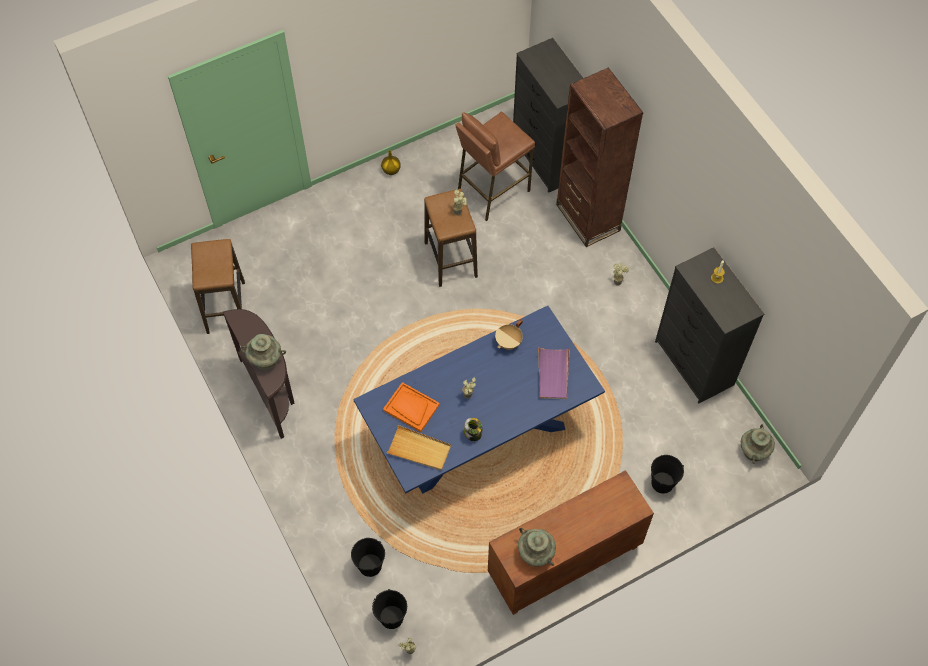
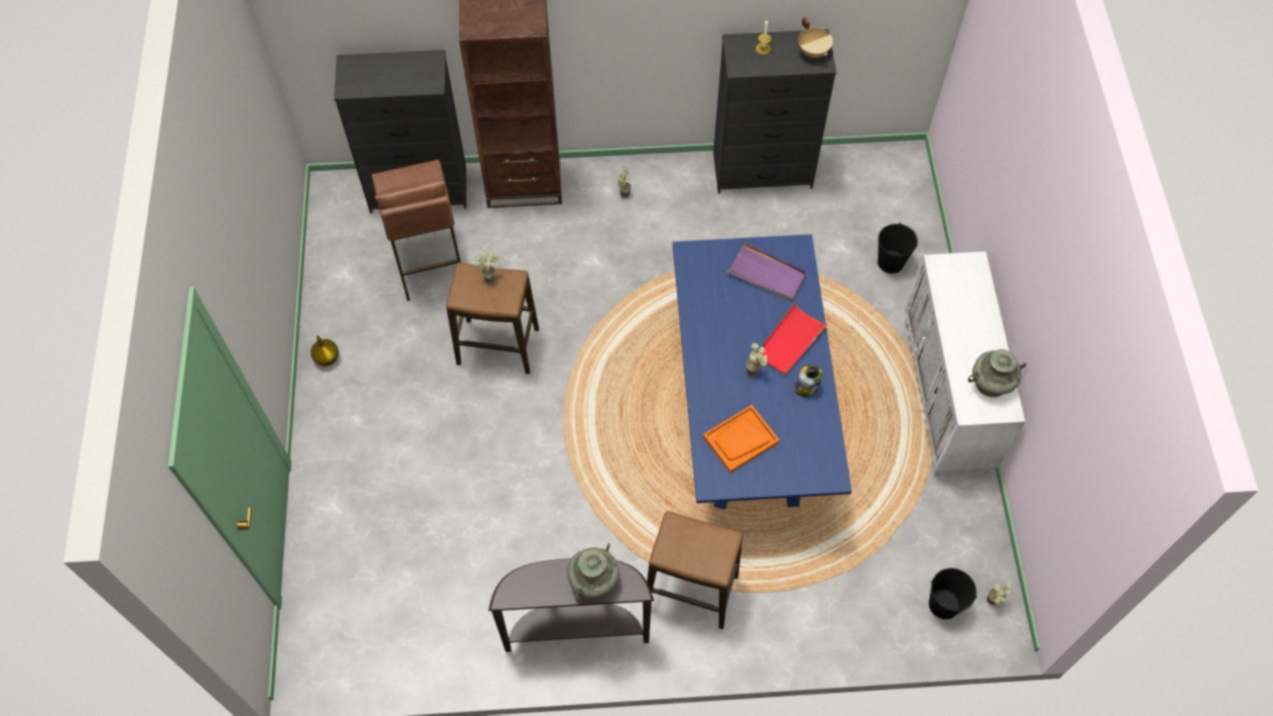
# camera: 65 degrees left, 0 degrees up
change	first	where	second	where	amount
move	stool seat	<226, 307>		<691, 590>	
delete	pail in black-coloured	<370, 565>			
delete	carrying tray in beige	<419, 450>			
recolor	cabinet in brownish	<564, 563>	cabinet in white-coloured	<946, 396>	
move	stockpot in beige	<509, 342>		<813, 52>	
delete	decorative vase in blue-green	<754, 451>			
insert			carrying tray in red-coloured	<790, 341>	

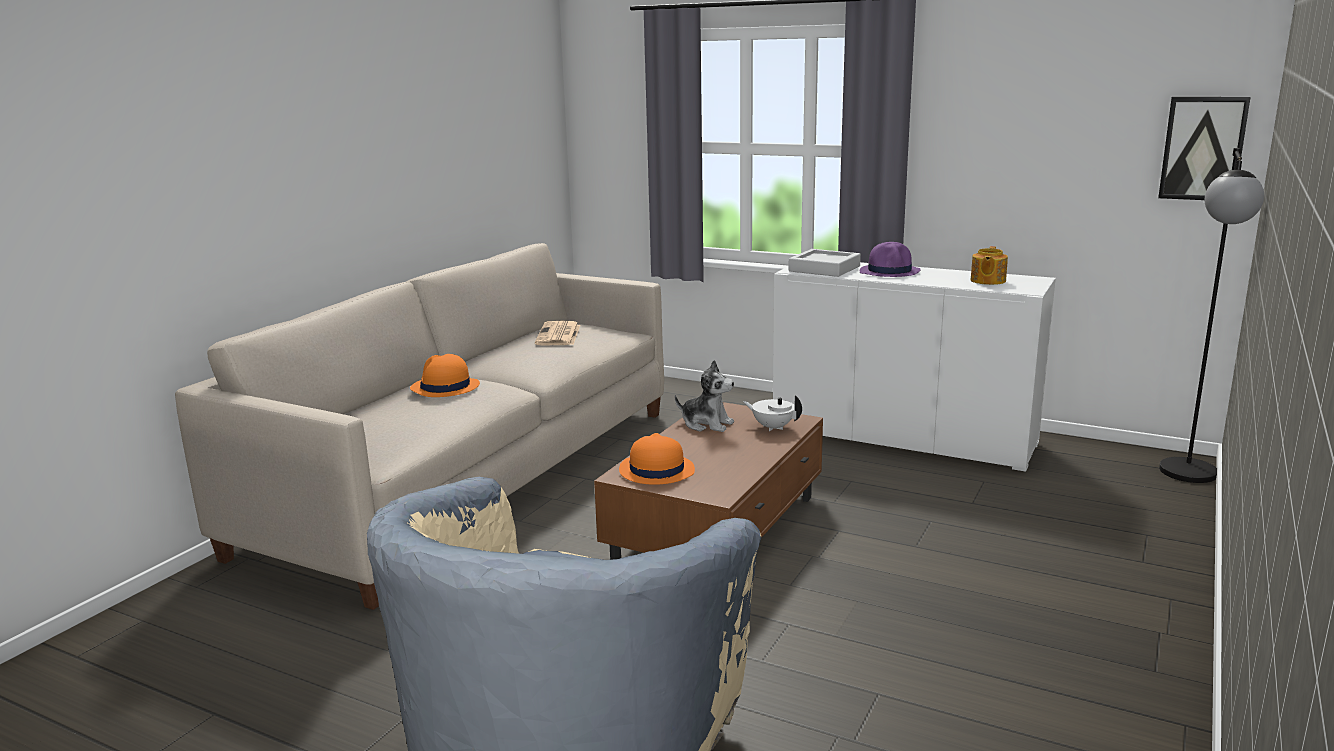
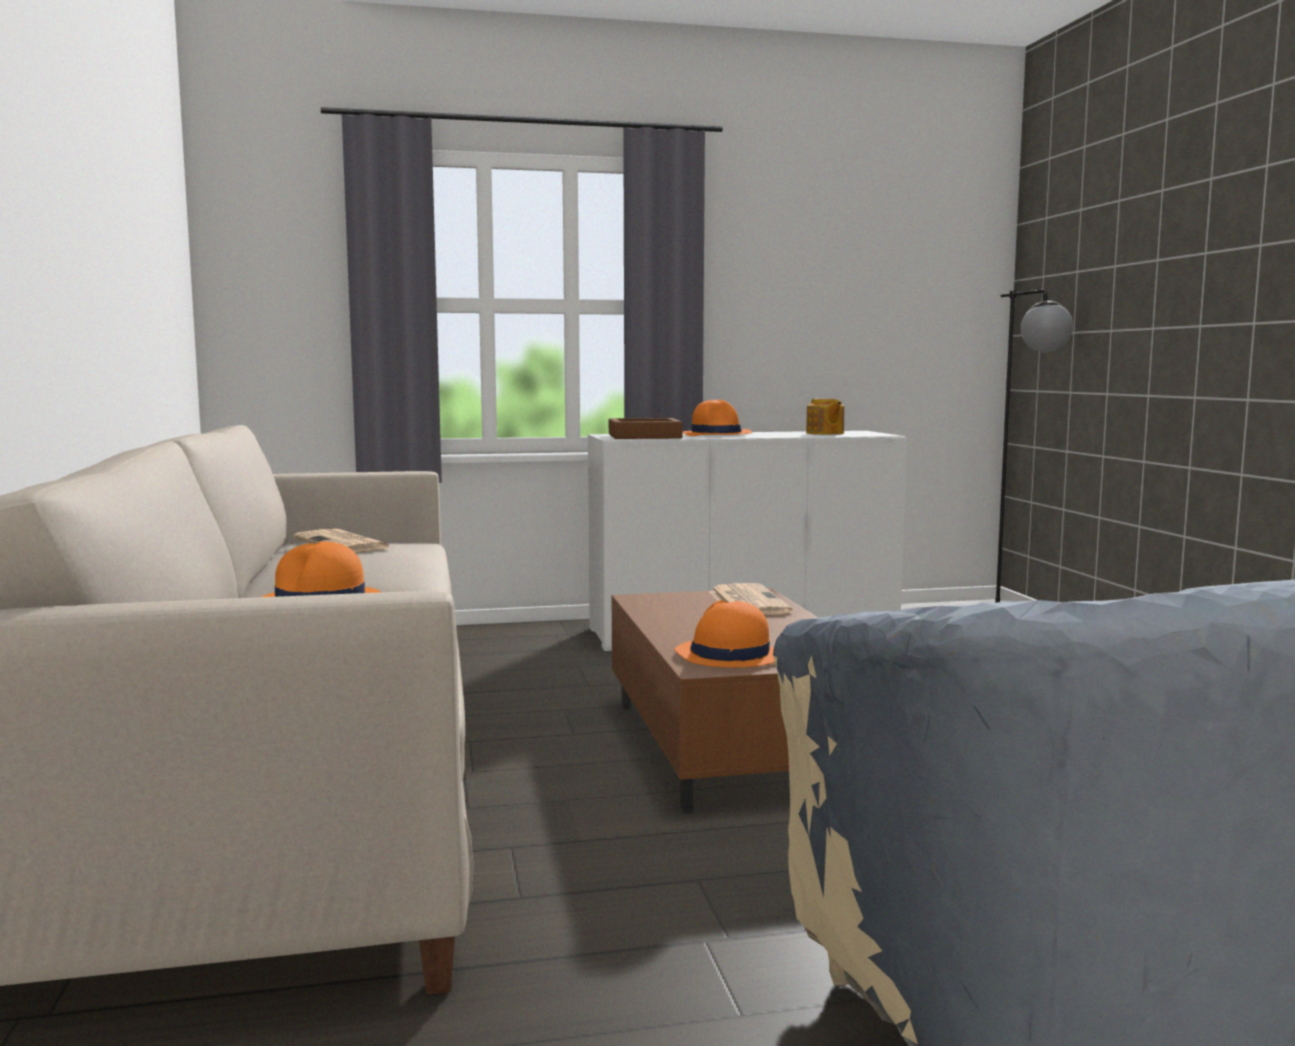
# camera: 40 degrees left, 10 degrees down
change	first	where	second	where	amount
delete	soft toy	<707, 424>			
replace	tea pot in white-coloured	<772, 427>	newspaper	<747, 602>	
recolor	carrying tray in grey	<824, 269>	carrying tray in brownish	<644, 436>	
recolor	wearable hat in purple	<890, 272>	wearable hat in orangey	<717, 434>	
delete	picture	<1203, 148>			

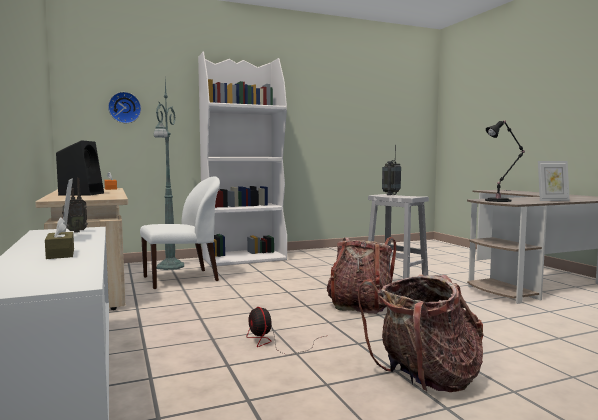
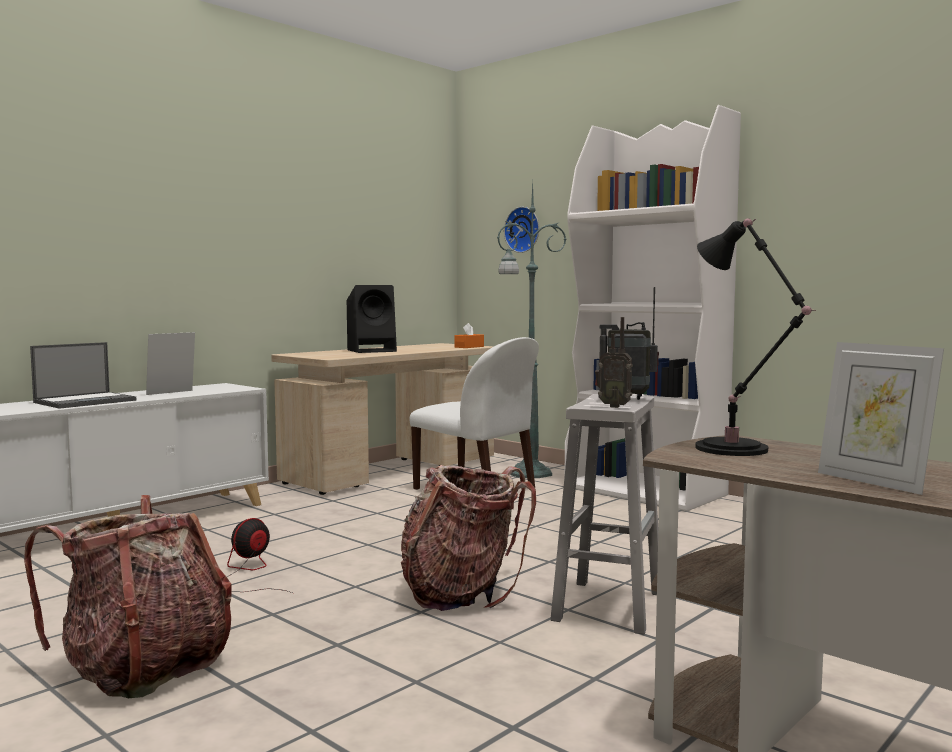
# camera: 65 degrees right, 0 degrees up
change	first	where	second	where	amount
replace	tissue box in brownish	<60, 254>	notebook computer	<86, 401>	
move	radio set	<74, 232>		<614, 406>	

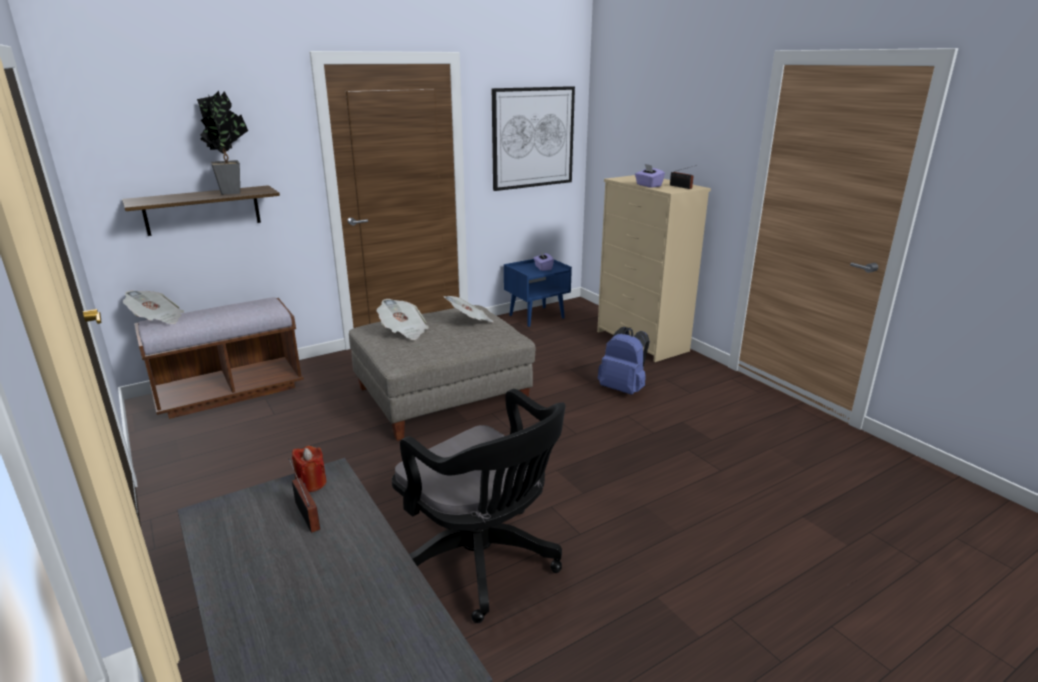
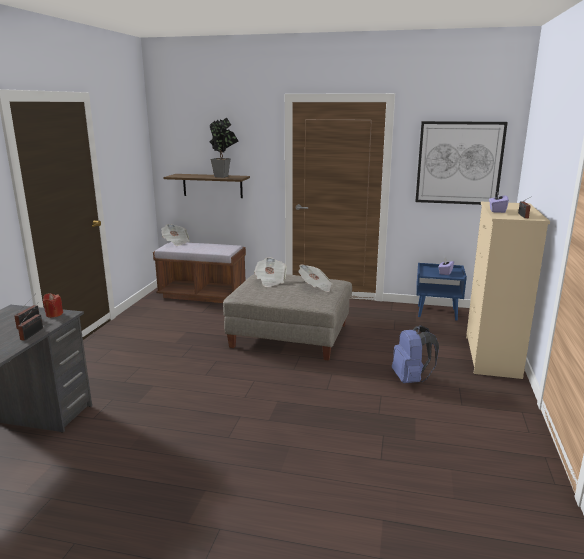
# camera: 45 degrees right, 5 degrees down
change	first	where	second	where	amount
delete	desk chair in black-coloured	<483, 562>			
insert			radio set	<33, 333>	

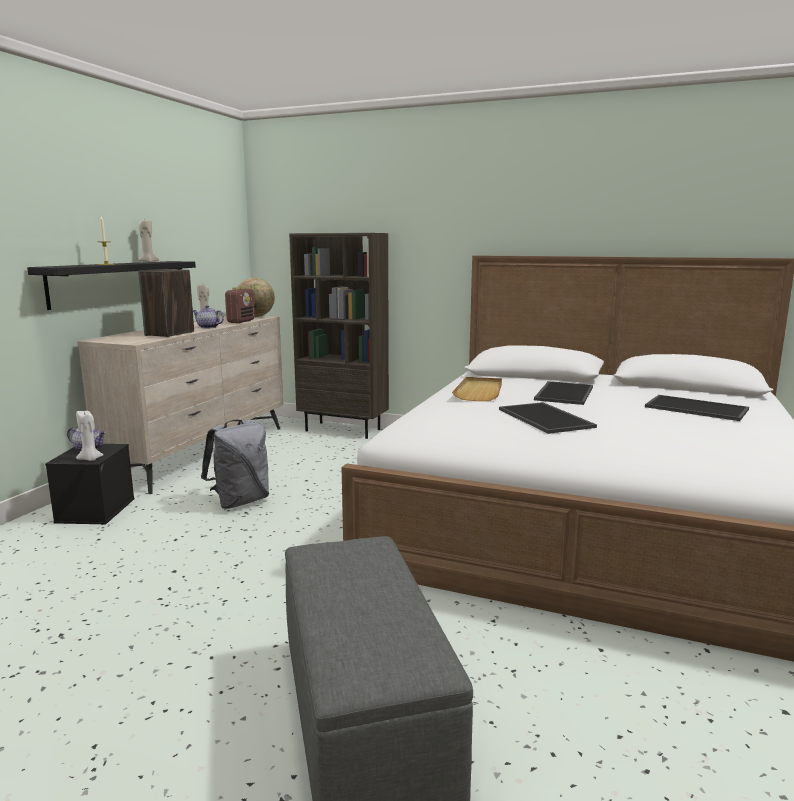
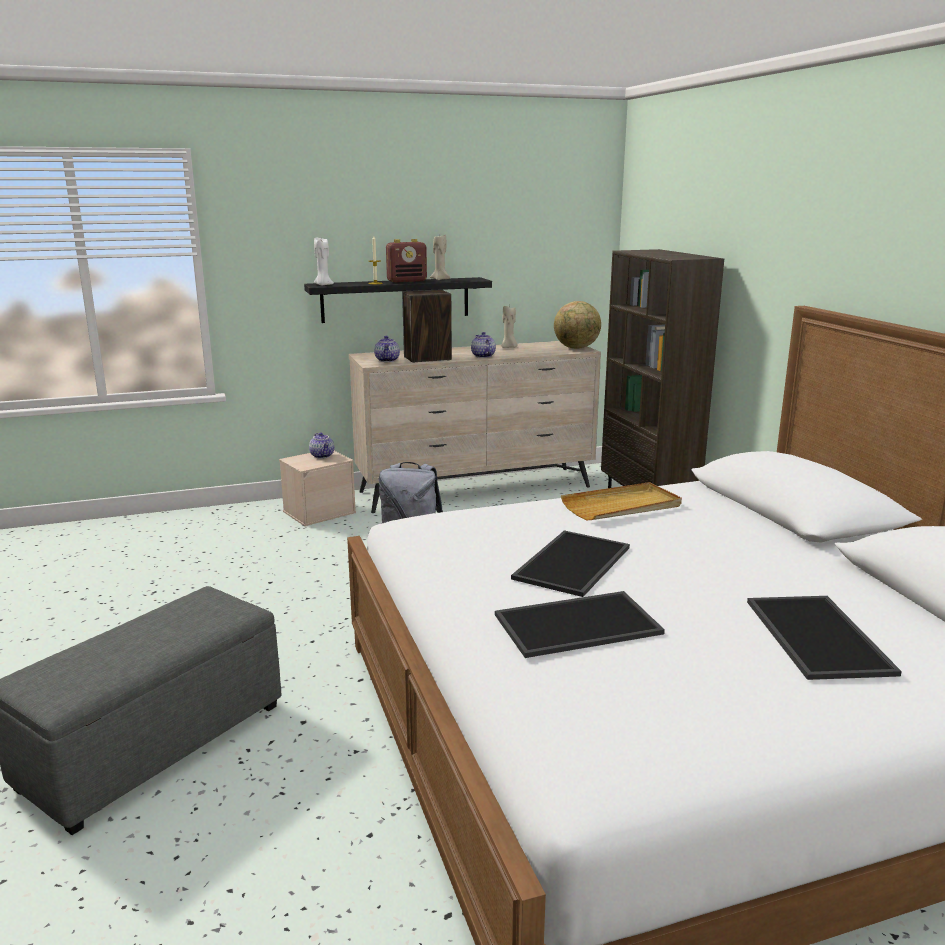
# camera: 50 degrees right, 5 degrees up
change	first	where	second	where	amount
recolor	storage bin in black-coloured	<95, 510>	storage bin in beige	<319, 512>	
move	wax candle in white-coloured	<90, 459>		<323, 285>	
move	radio set	<241, 321>		<407, 281>	
move	carrying tray	<563, 393>		<578, 623>	
insert			tea pot	<388, 360>	

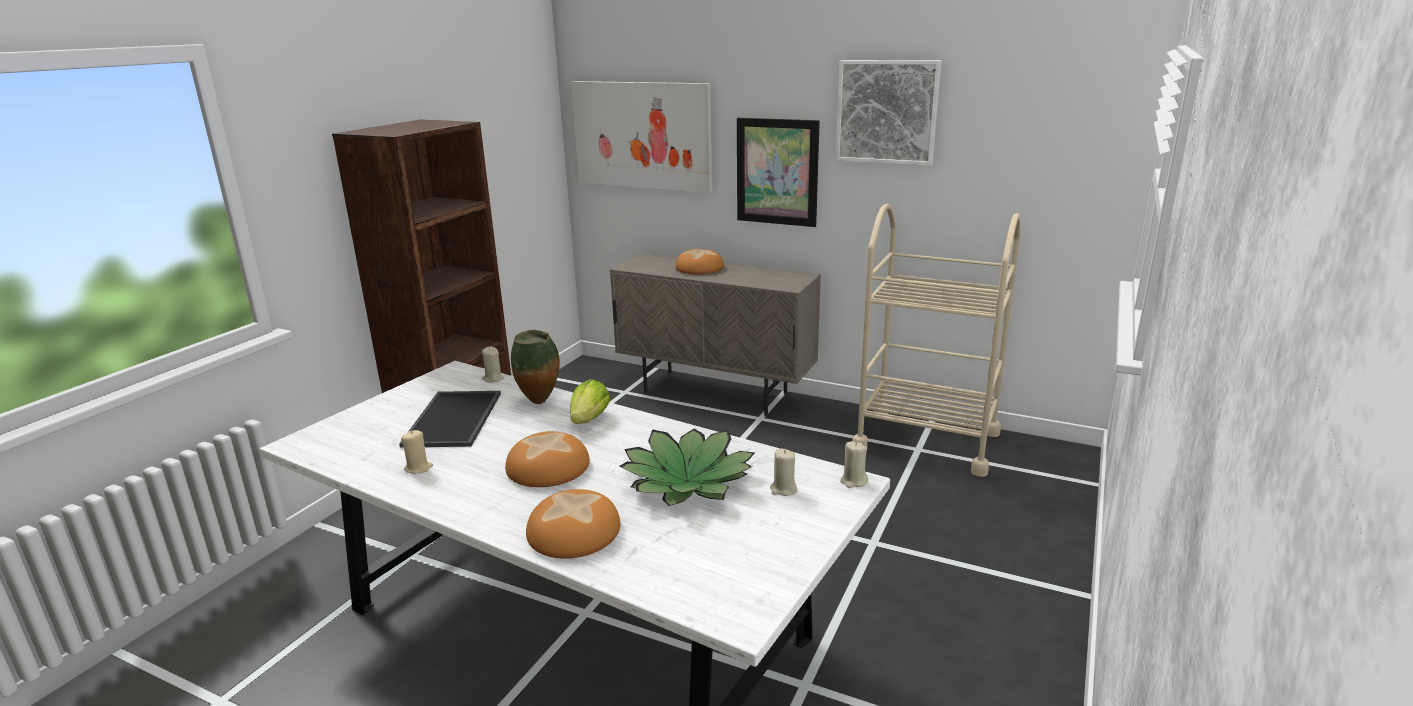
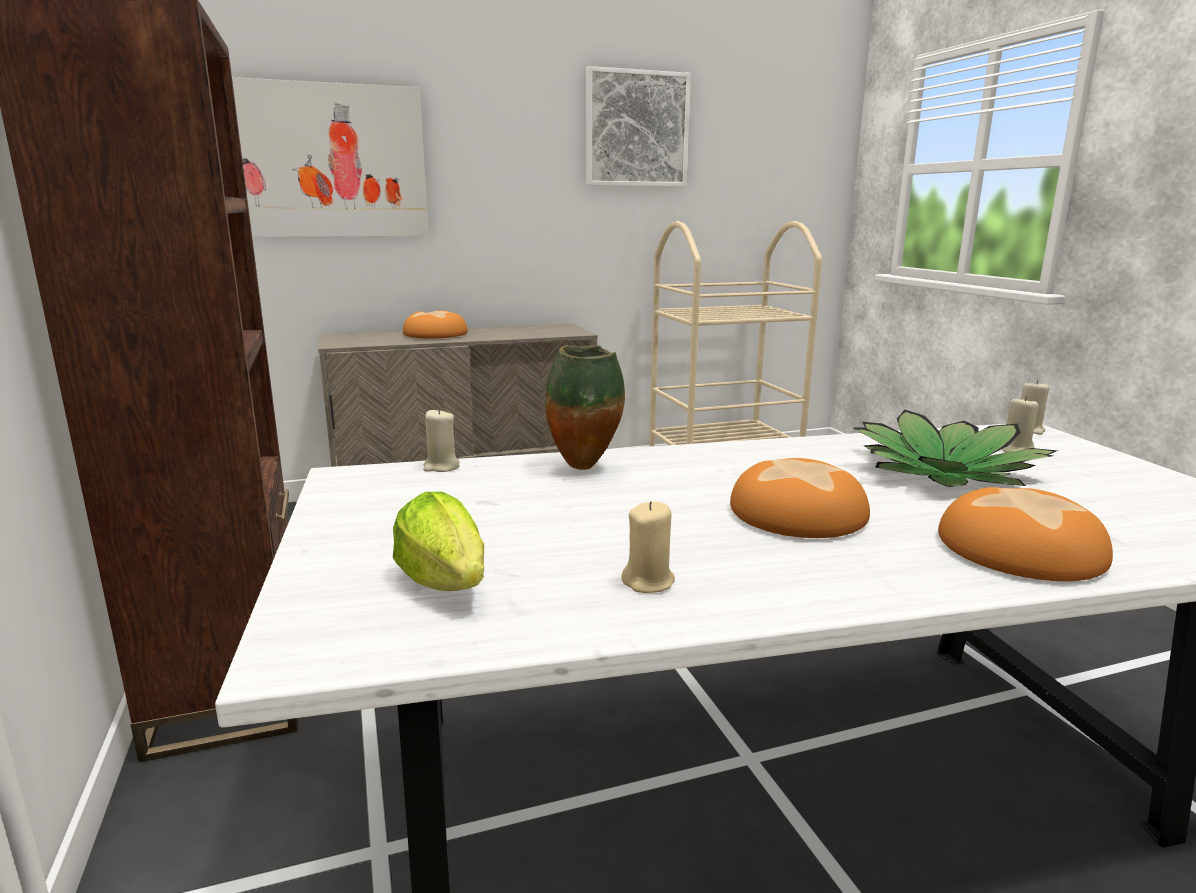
# camera: 45 degrees left, 5 degrees down
change	first	where	second	where	amount
delete	carrying tray	<455, 419>			
move	head of lettuce	<589, 419>		<445, 582>	
delete	picture	<777, 172>			

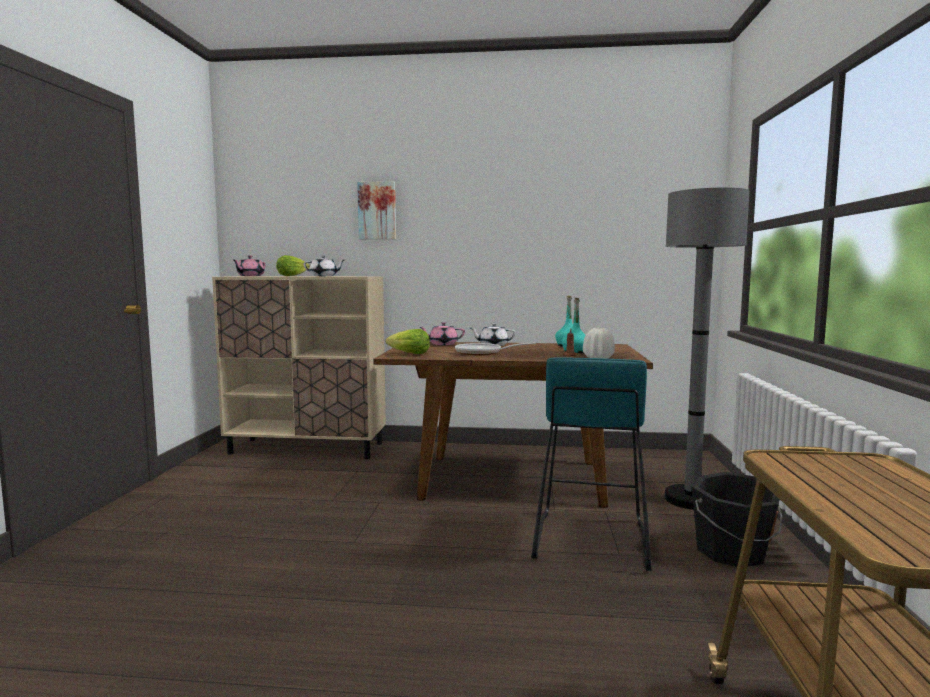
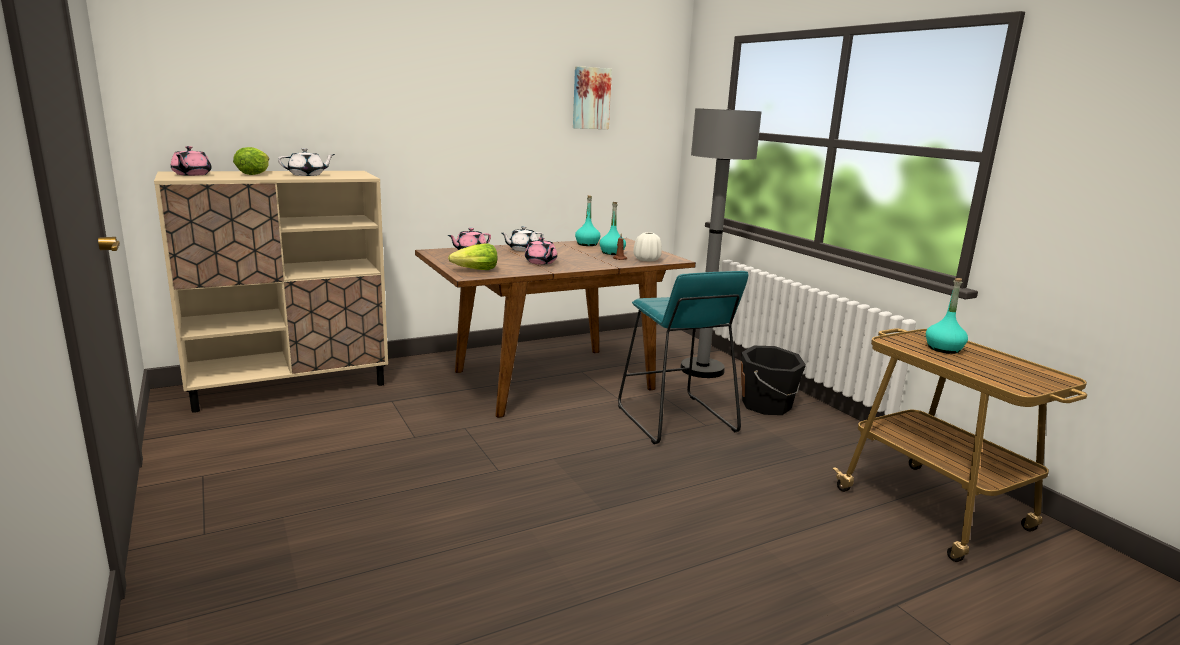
# camera: 35 degrees left, 10 degrees up
change	first	where	second	where	amount
move	picture	<377, 211>		<590, 98>	
replace	pan	<482, 353>	tea pot in pinkish	<541, 262>	
insert			beverage bottle in blue-green	<943, 349>	

